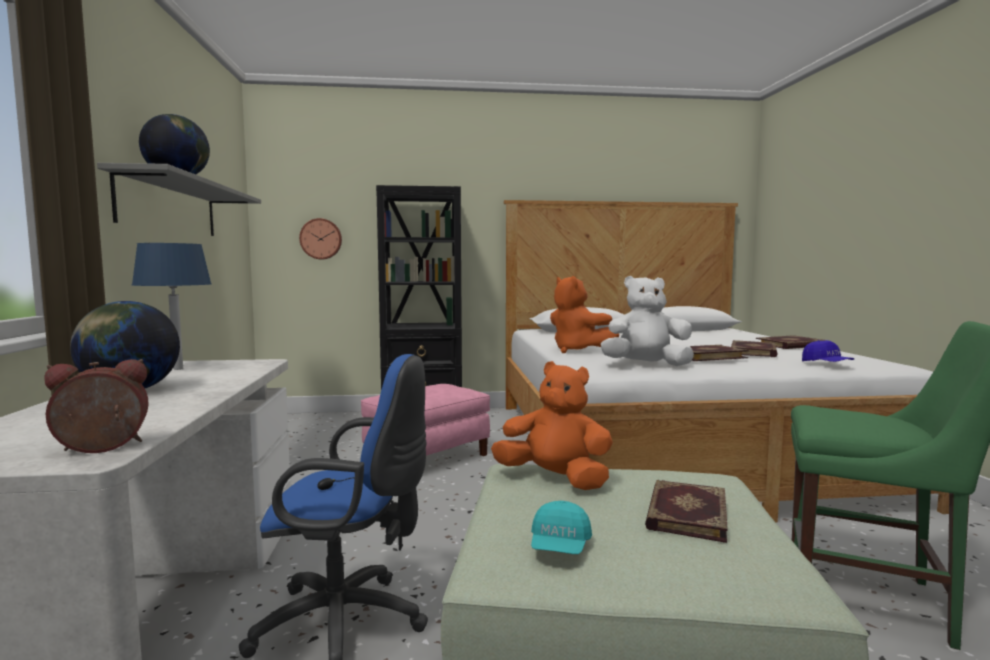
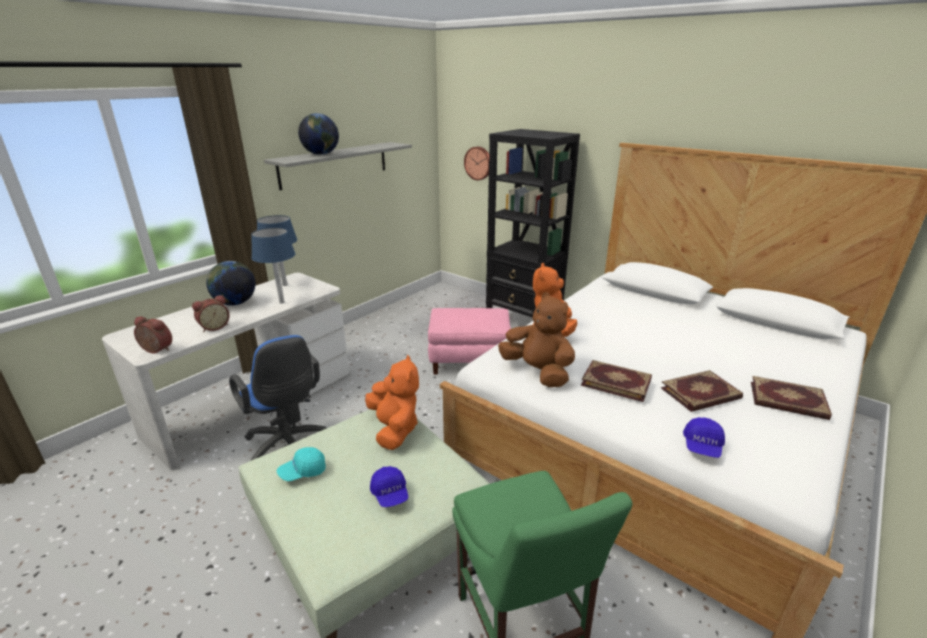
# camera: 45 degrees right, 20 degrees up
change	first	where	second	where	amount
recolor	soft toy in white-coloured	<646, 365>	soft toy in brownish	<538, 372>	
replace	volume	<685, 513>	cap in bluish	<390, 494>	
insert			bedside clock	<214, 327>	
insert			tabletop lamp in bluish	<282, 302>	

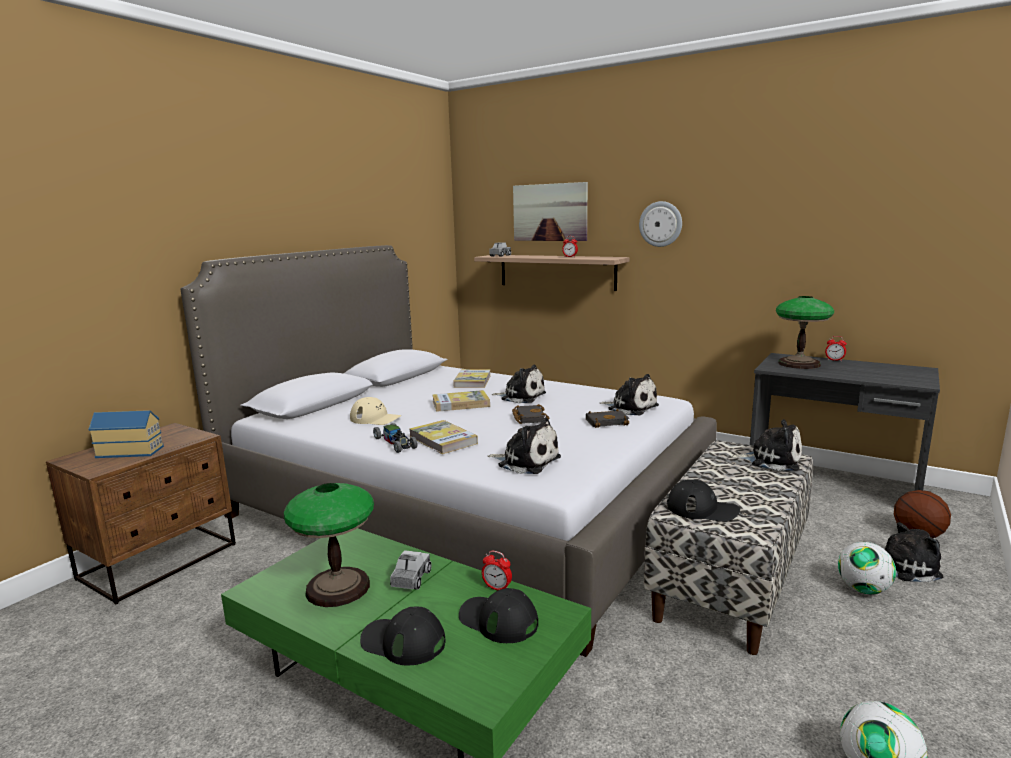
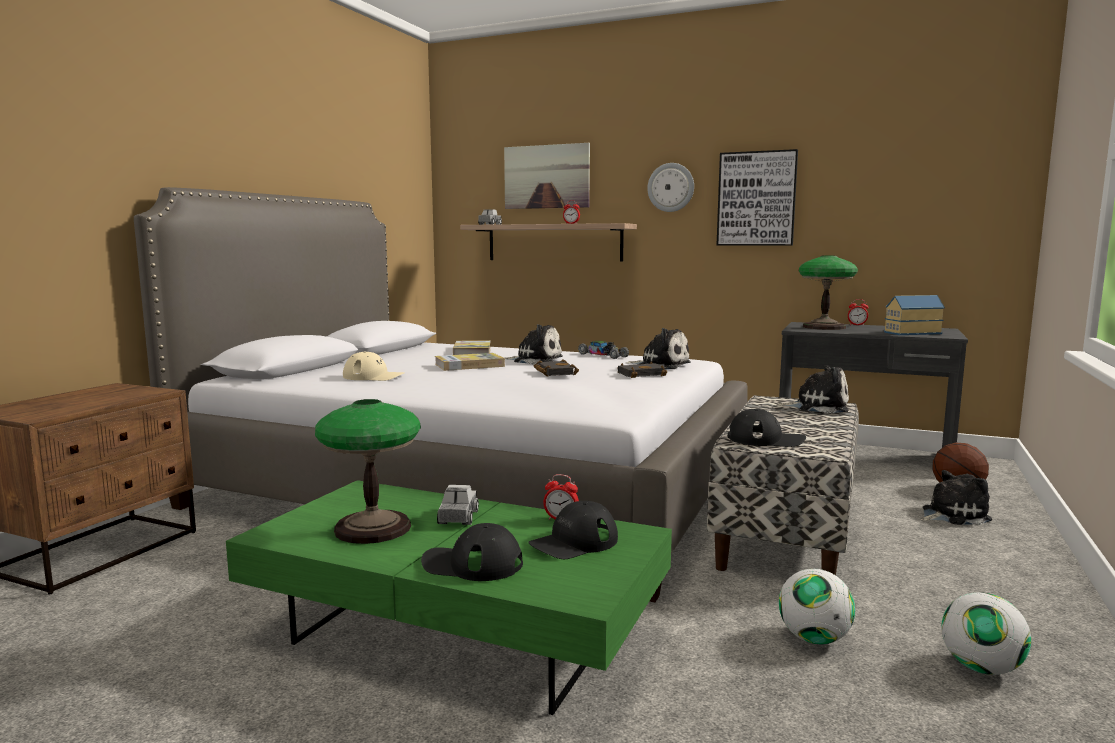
# camera: 10 degrees left, 5 degrees down
change	first	where	second	where	amount
move	toy house	<131, 450>		<910, 332>	
move	model car	<395, 443>		<603, 355>	
delete	volume	<443, 440>			
rotate	cap in black-coloured	<498, 620>		<574, 542>	60 degrees counterclockwise
delete	soft toy	<526, 461>			
move	ball for football	<863, 589>		<814, 639>	
insert			picture	<756, 199>	

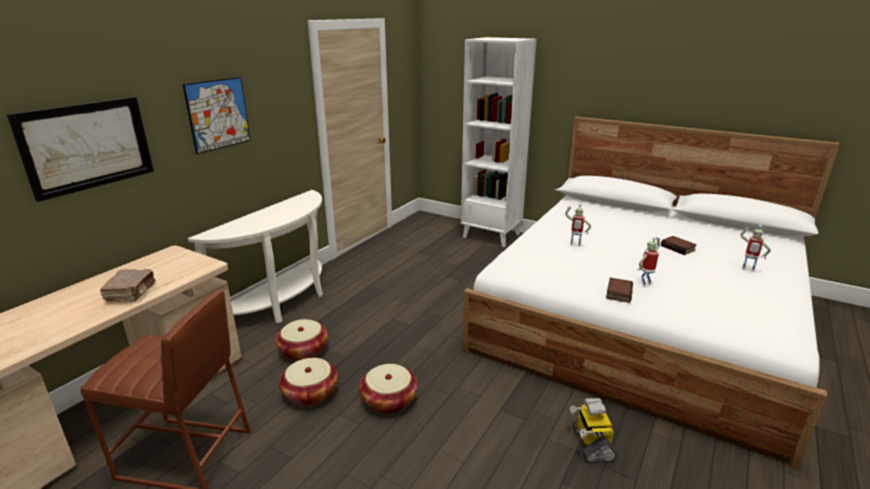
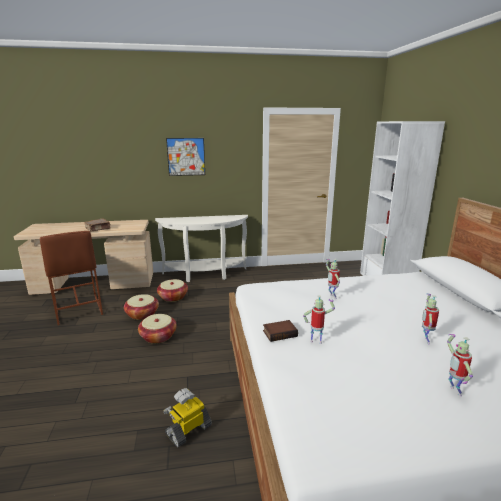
# camera: 50 degrees right, 5 degrees down
change	first	where	second	where	amount
delete	picture	<87, 145>			
replace	volume	<678, 248>	toy robot	<425, 340>	

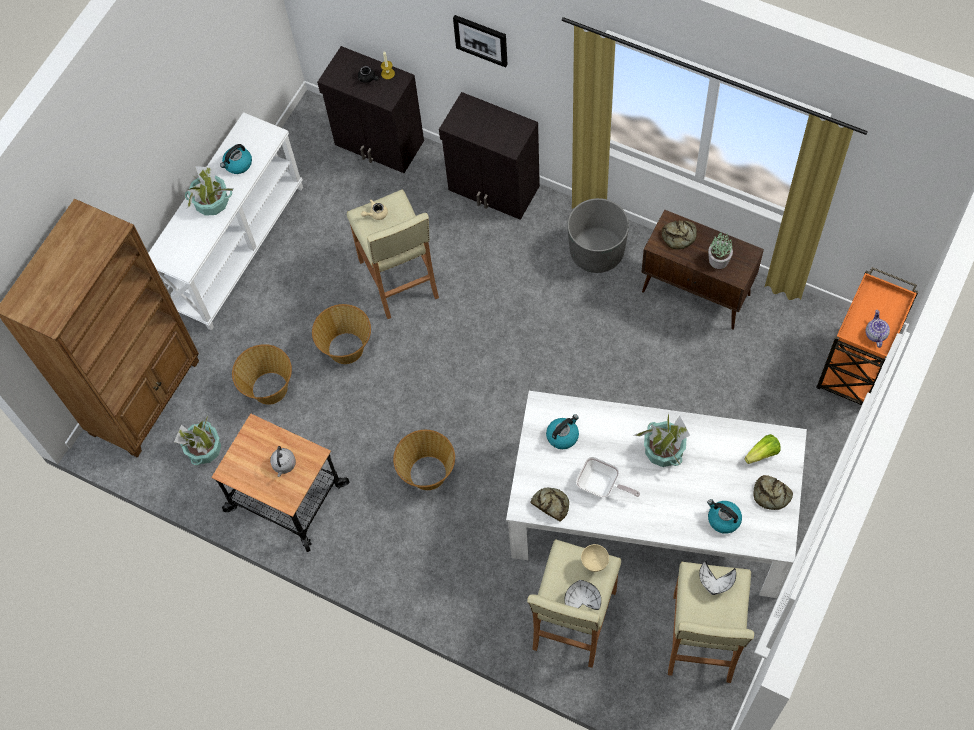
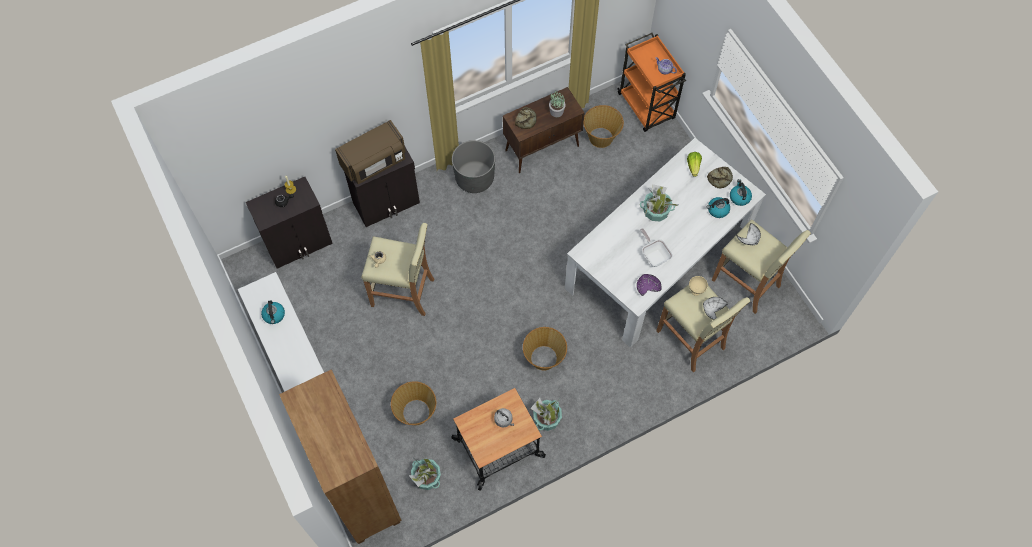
# camera: 60 degrees left, 0 degrees up
change	first	where	second	where	amount
move	plant in a pot	<211, 202>		<547, 418>	
move	storage basket	<346, 348>		<601, 137>	
delete	picture	<481, 39>			
replace	bread	<551, 504>	serving bowl in purple	<646, 287>	
move	tea kettle	<562, 435>		<739, 197>	
rotate	pan	<601, 485>		<654, 255>	90 degrees counterclockwise
insert			microwave in brownish	<374, 162>	

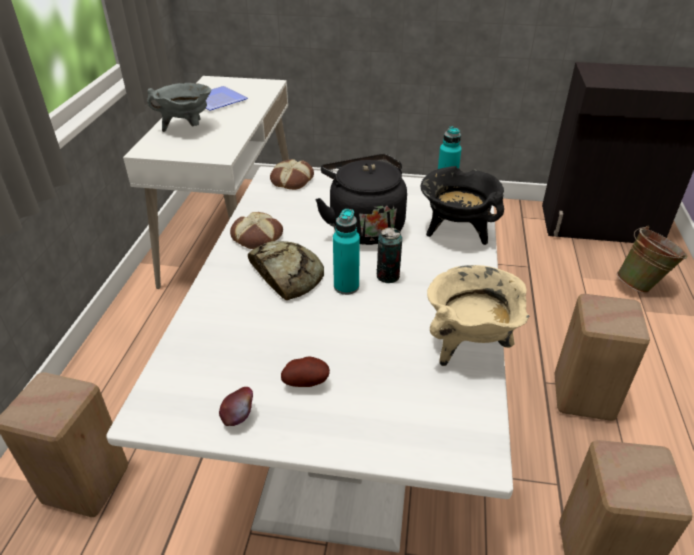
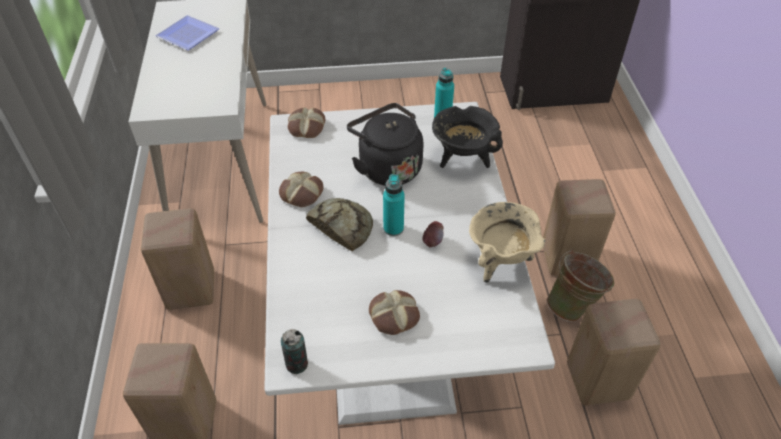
# camera: 15 degrees left, 10 degrees up
change	first	where	second	where	amount
delete	stockpot in grey	<187, 128>			
move	apple	<238, 417>		<432, 241>	
replace	spud	<306, 382>	bread	<394, 316>	
move	metal can	<388, 276>		<297, 364>	
move	pail in green-coloured	<642, 285>		<573, 306>	
insert			stool seat in beige	<189, 288>	

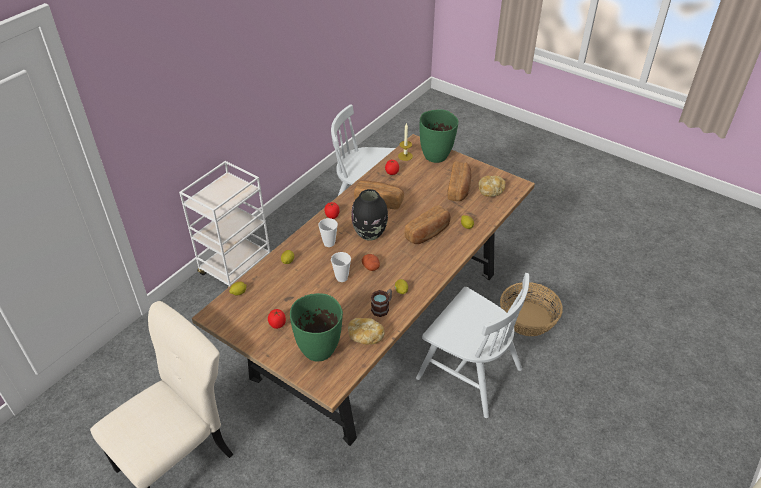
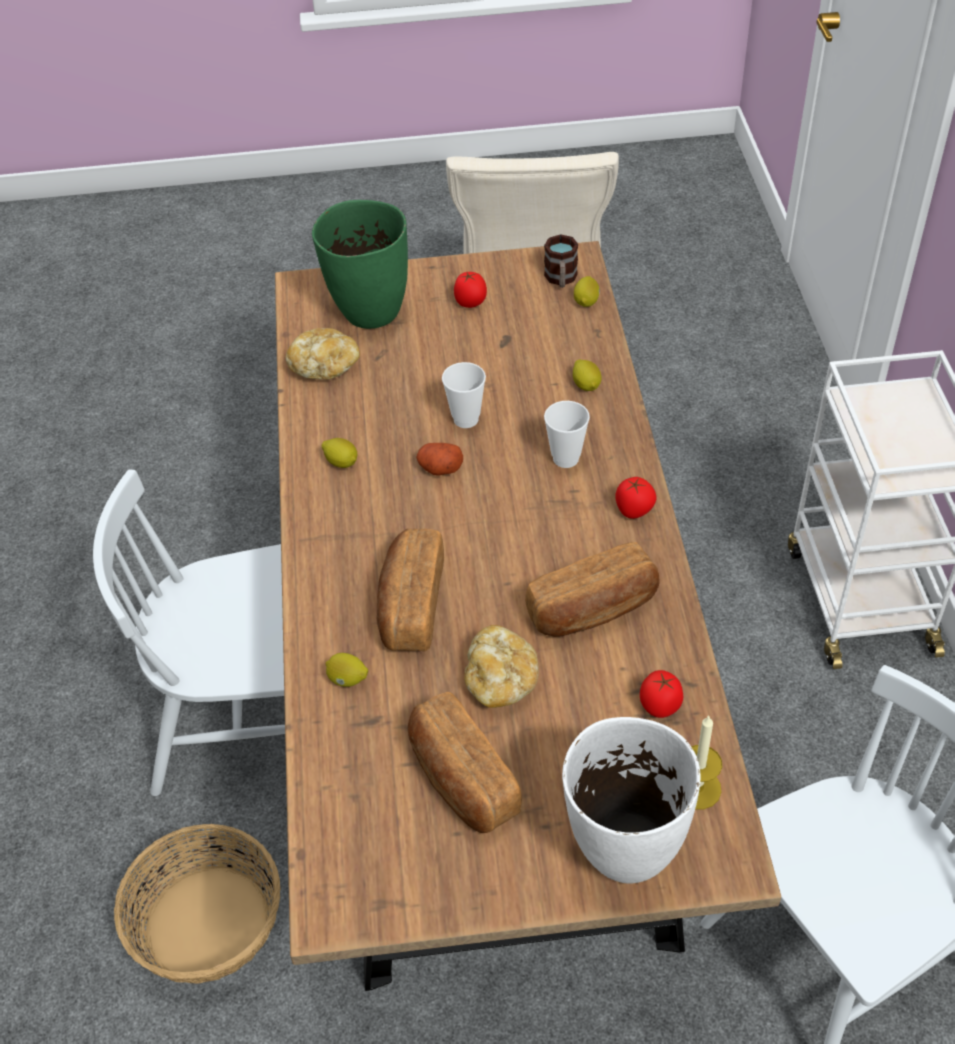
# camera: 140 degrees right, 5 degrees up
change	first	where	second	where	amount
delete	decorative vase in black-coloured	<370, 234>			
move	tea mug	<382, 307>		<561, 279>	
recolor	decorative vase in green-coloured	<436, 156>	decorative vase in white-coloured	<624, 851>	
move	bread	<491, 191>		<501, 680>	

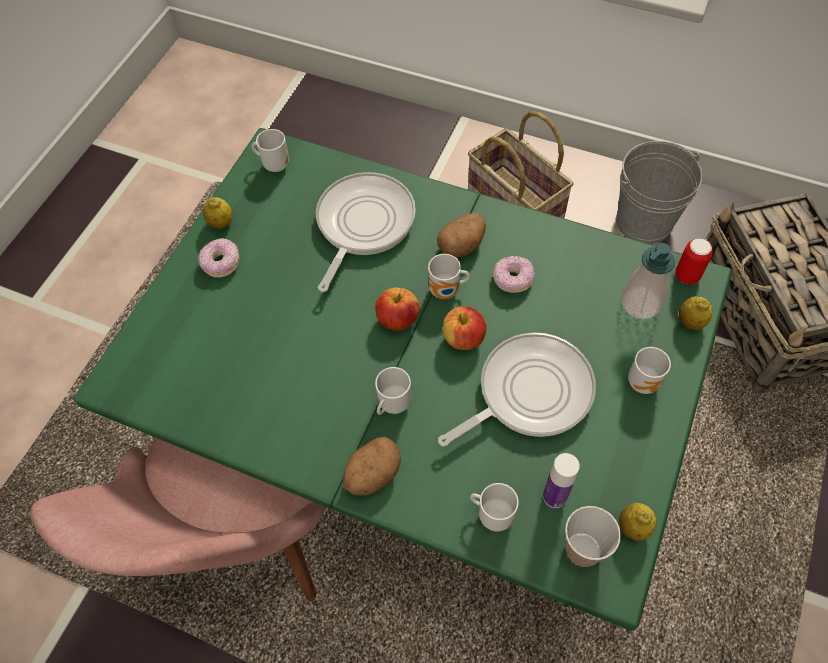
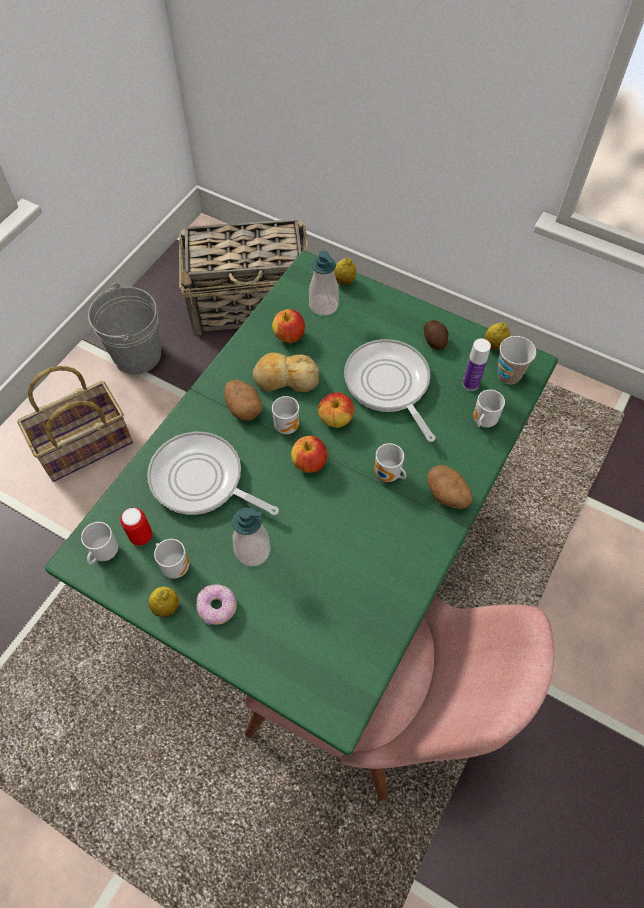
# camera: 85 degrees left, 0 degrees up
change	first	where	second	where	amount
replace	donut	<512, 280>	bread	<286, 379>	
move	tea mug	<645, 382>		<175, 565>	
move	metal can	<687, 276>		<141, 536>	
insert			soap bottle	<252, 550>	
insert			apple	<289, 336>	
insert			spud	<434, 340>	

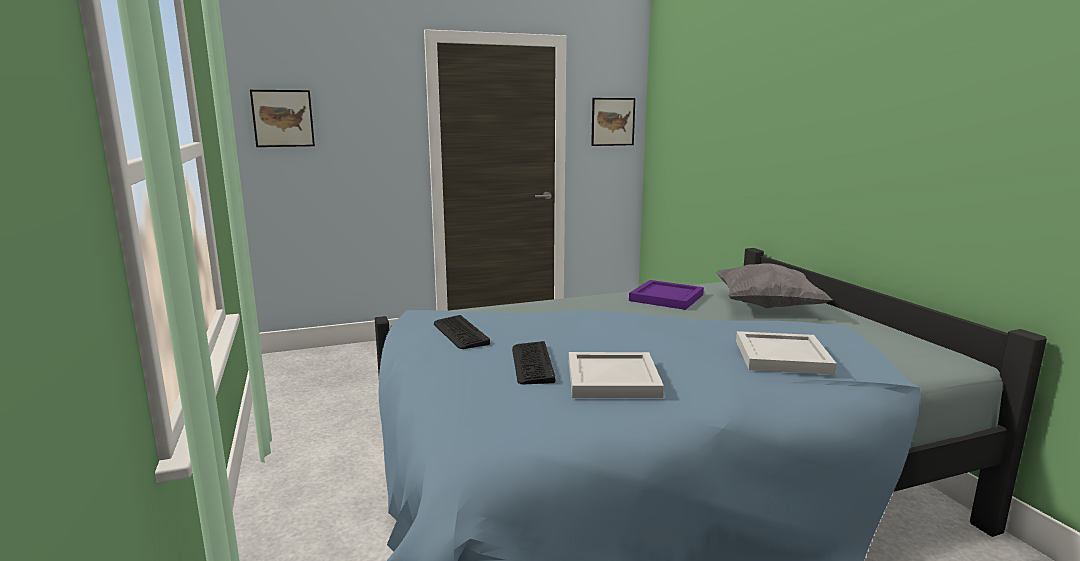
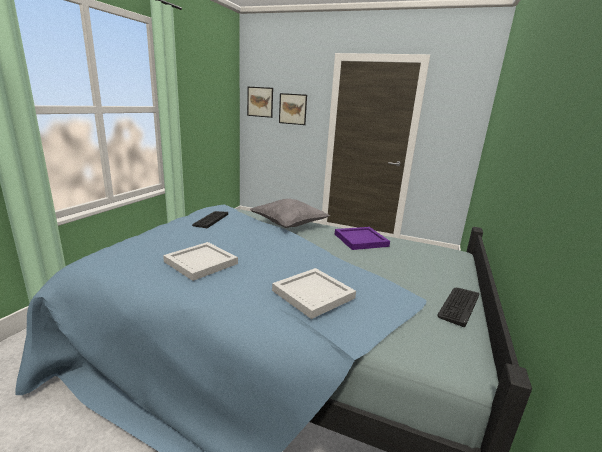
# camera: 40 degrees right, 5 degrees up
change	first	where	second	where	amount
move	computer keyboard	<532, 363>		<458, 306>	
move	picture	<612, 121>		<292, 109>	
move	pillow in grey	<767, 306>		<289, 225>	

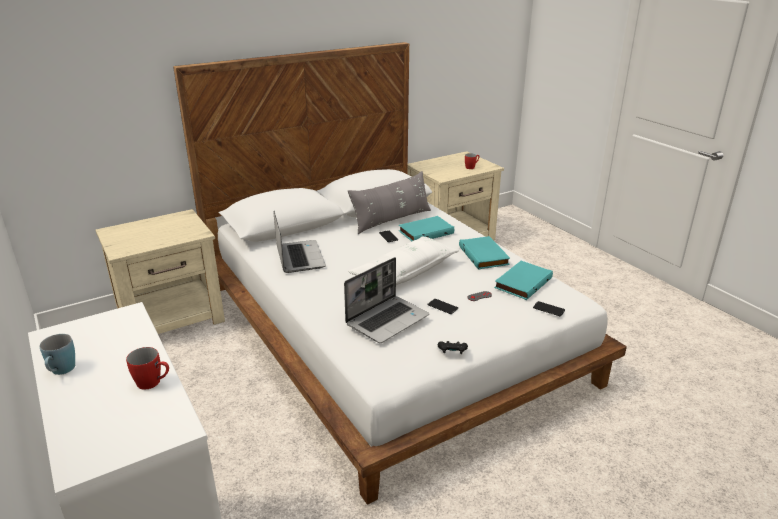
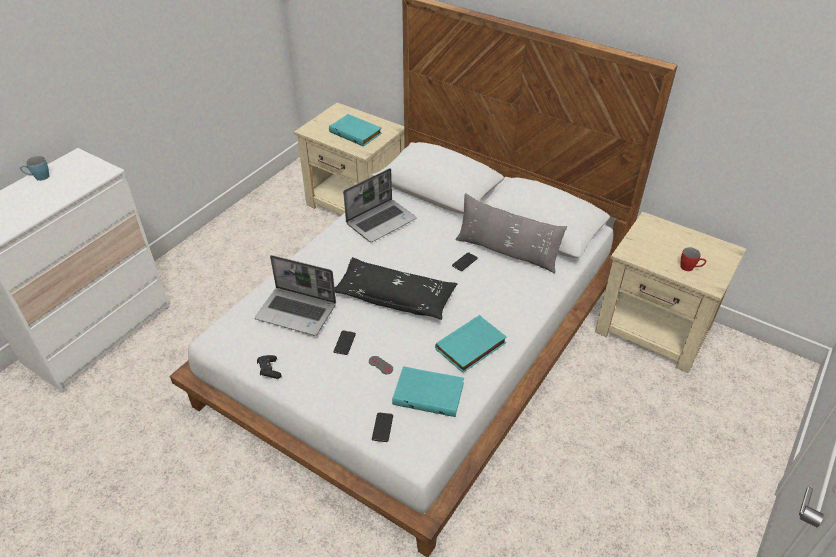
# camera: 65 degrees right, 15 degrees up
change	first	where	second	where	amount
delete	tea mug in red-coloured	<153, 383>			
recolor	pillow in white-coloured	<405, 272>	pillow in black-coloured	<395, 297>	
move	volume in blue-green	<425, 232>		<356, 132>	

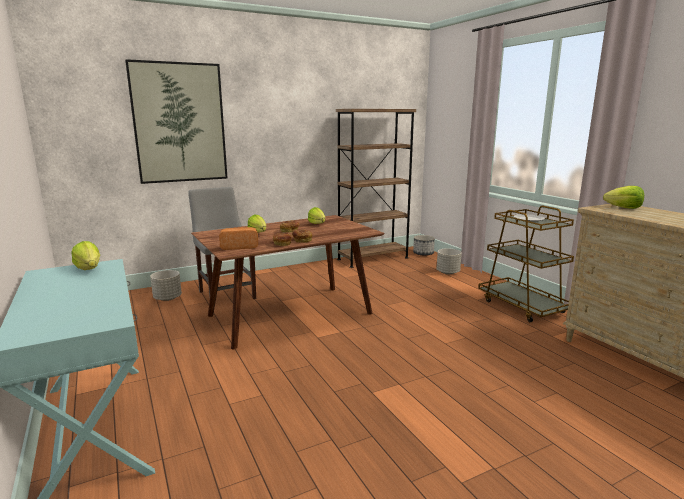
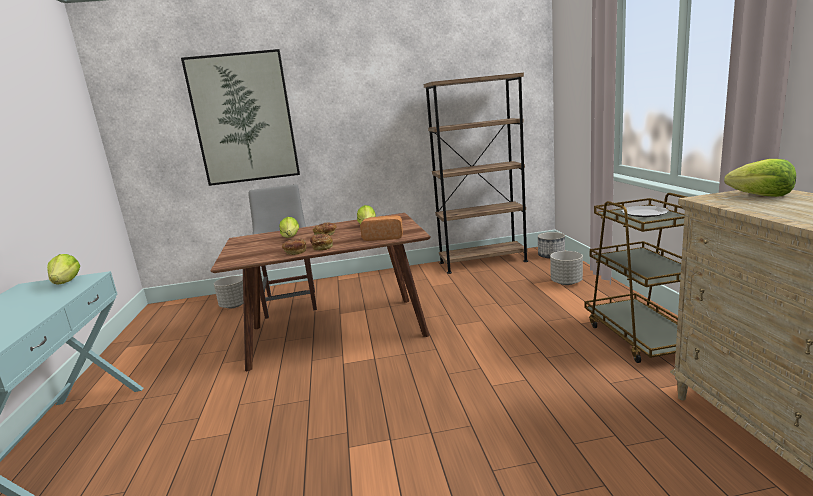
# camera: 20 degrees right, 0 degrees up
change	first	where	second	where	amount
move	bread	<239, 246>		<384, 237>	

